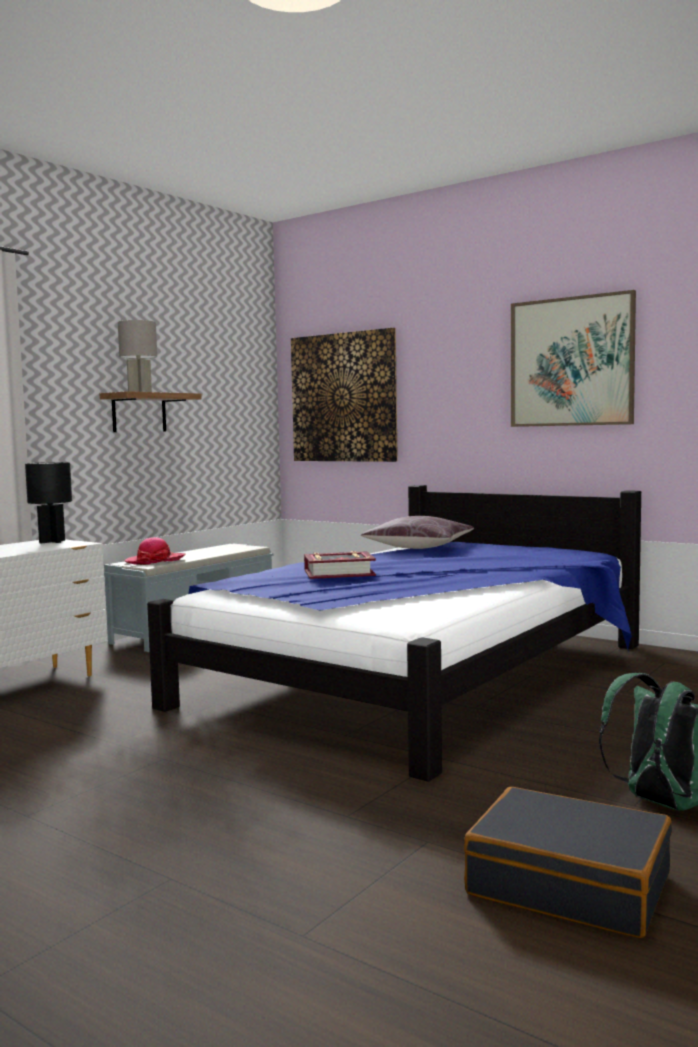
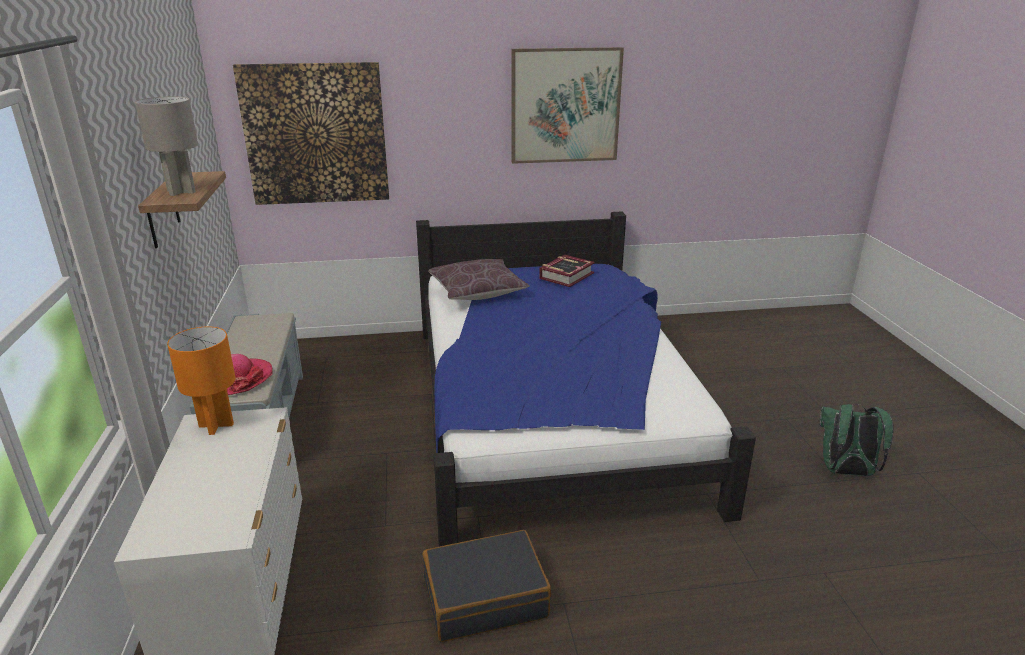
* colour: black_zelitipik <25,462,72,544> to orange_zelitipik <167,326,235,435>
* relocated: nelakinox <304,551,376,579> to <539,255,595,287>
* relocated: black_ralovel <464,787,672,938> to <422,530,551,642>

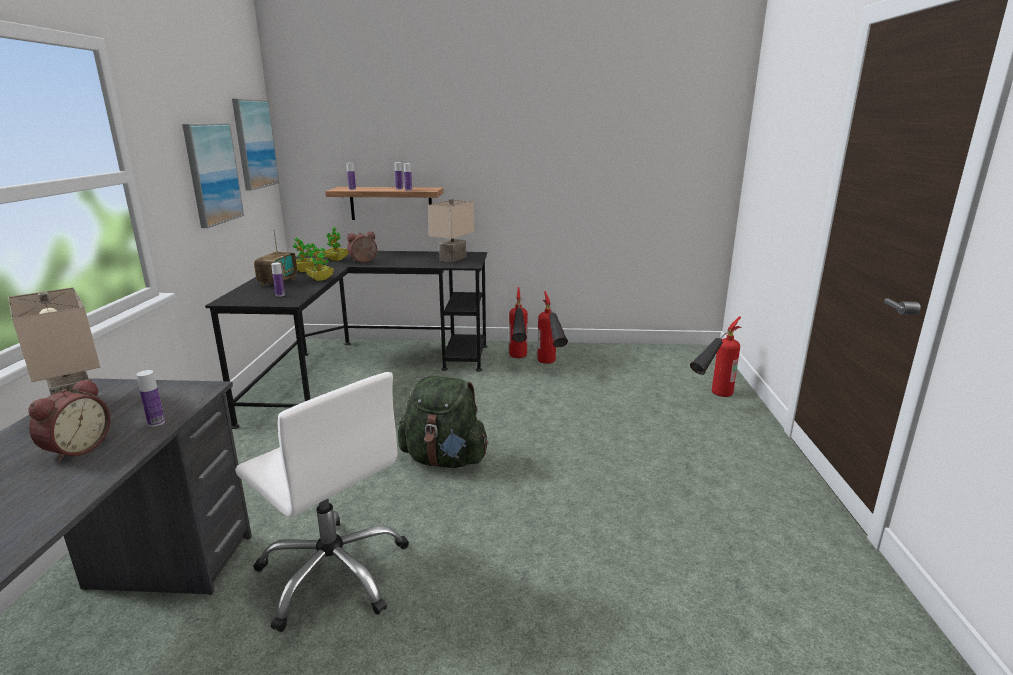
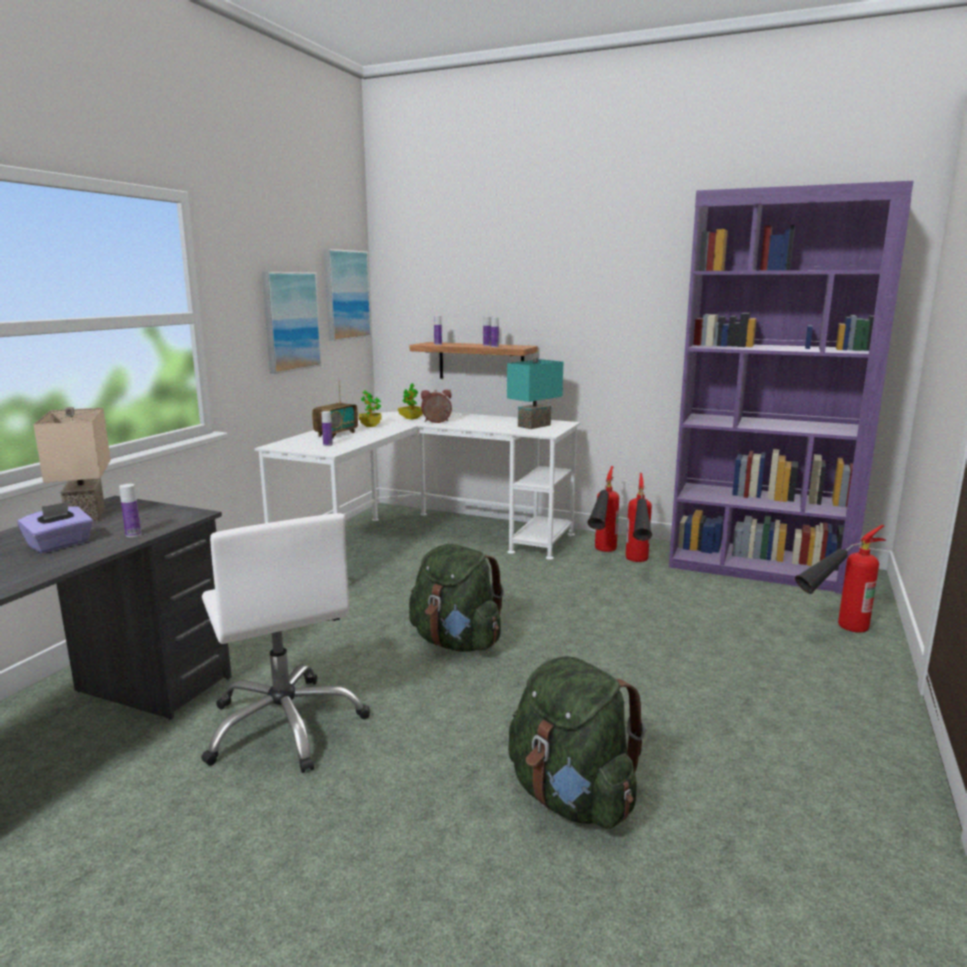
* colour: beige_zelitipik <428,199,474,262> to turquoise_zelitipik <507,357,563,429>
* missing: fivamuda <304,243,334,281>
* colour: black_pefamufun <205,251,488,429> to white_pefamufun <255,411,580,560>
* exchanged: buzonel <29,379,111,463> to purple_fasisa <18,501,93,553>
* appeared: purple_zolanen <669,181,914,594>
* appeared: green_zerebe <508,656,646,829>

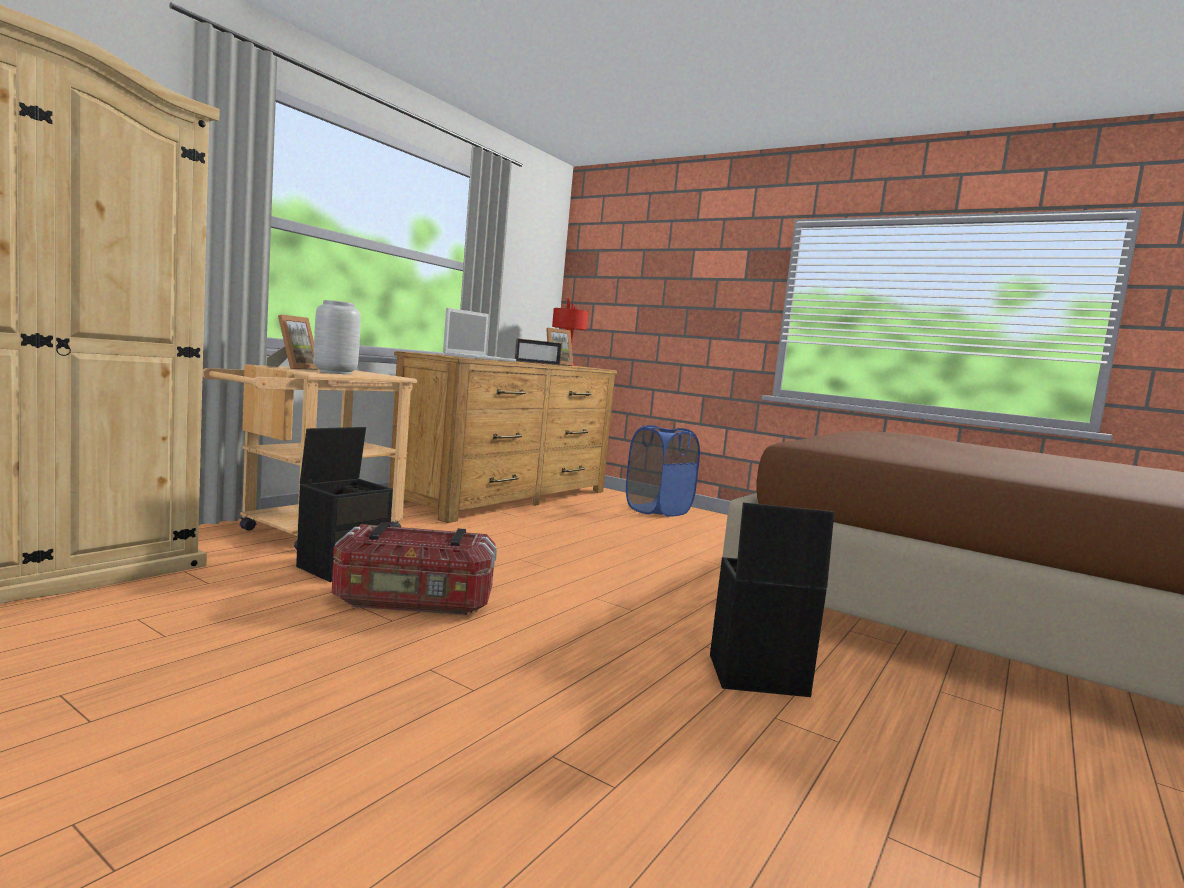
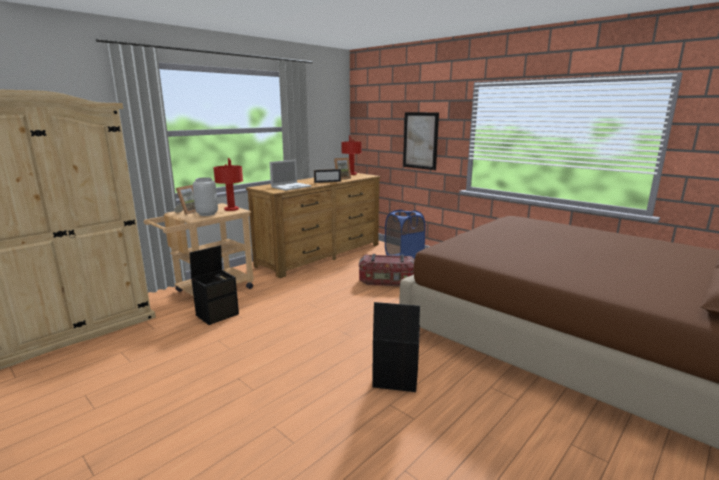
* relocated: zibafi <332,522,497,615> to <359,254,415,286>
* appeared: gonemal <403,112,439,170>
* appeared: red_zelitipik <213,158,243,211>

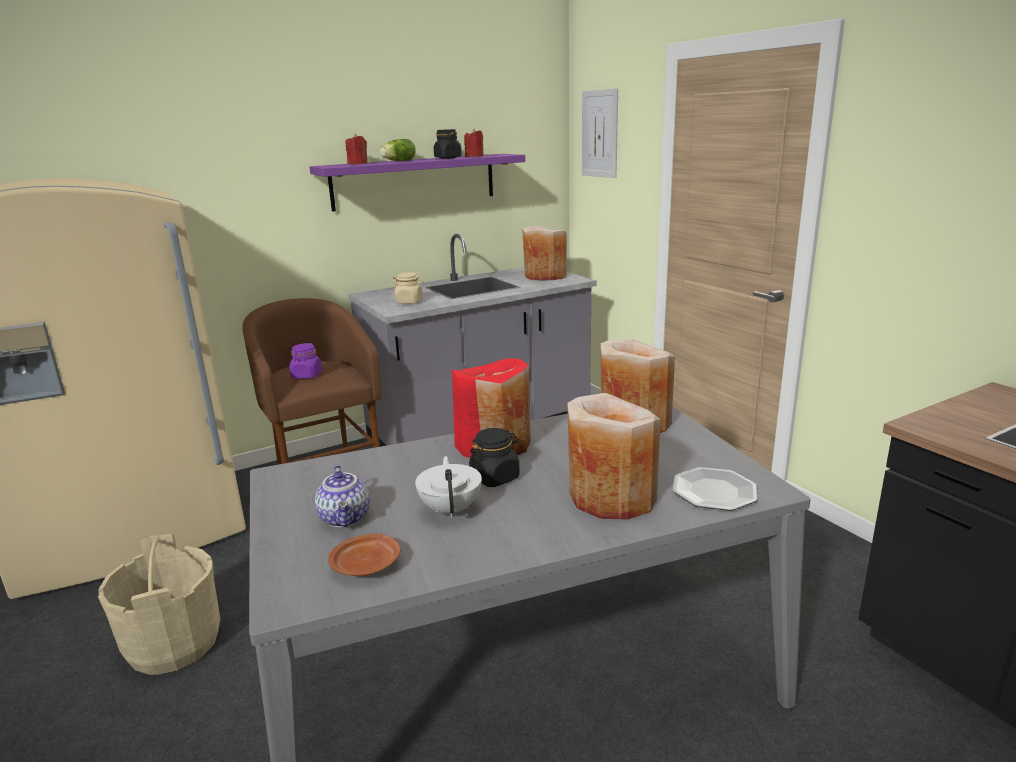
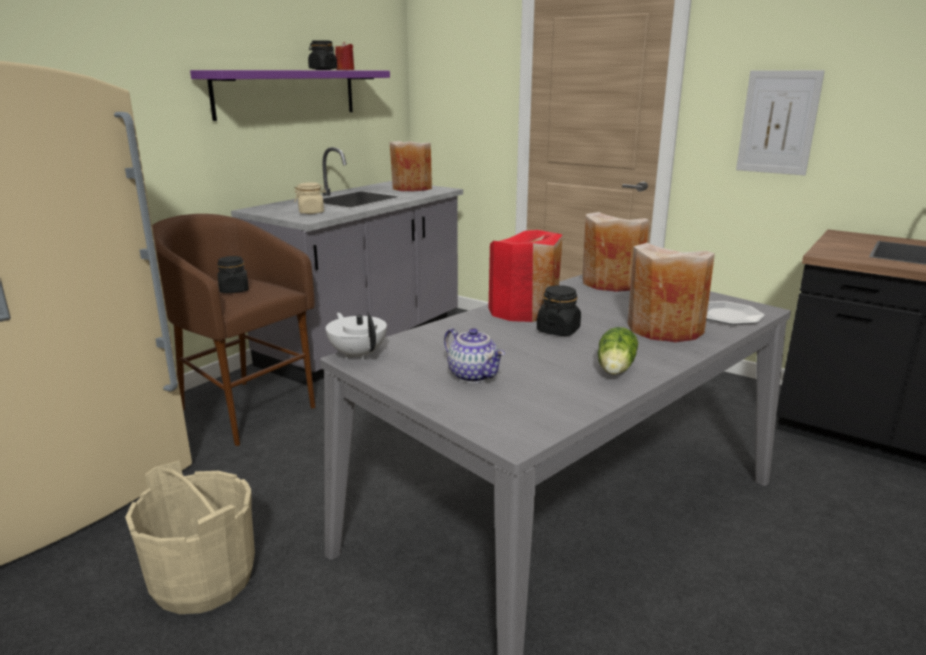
* relocated: gonemal <582,88,618,178> to <736,70,825,176>
* missing: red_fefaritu <345,134,367,164>
* relocated: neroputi <380,139,416,161> to <598,327,638,375>
* colour: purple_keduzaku <290,343,322,379> to black_keduzaku <217,256,249,293>
* relocated: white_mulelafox <415,456,482,518> to <326,313,387,360>
* missing: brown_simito <328,533,400,576>

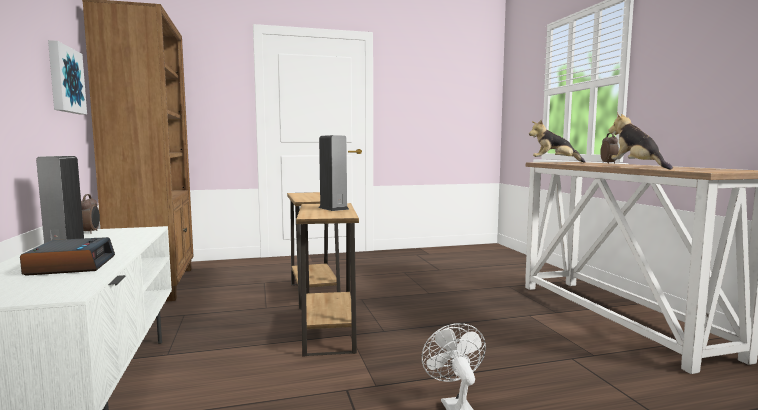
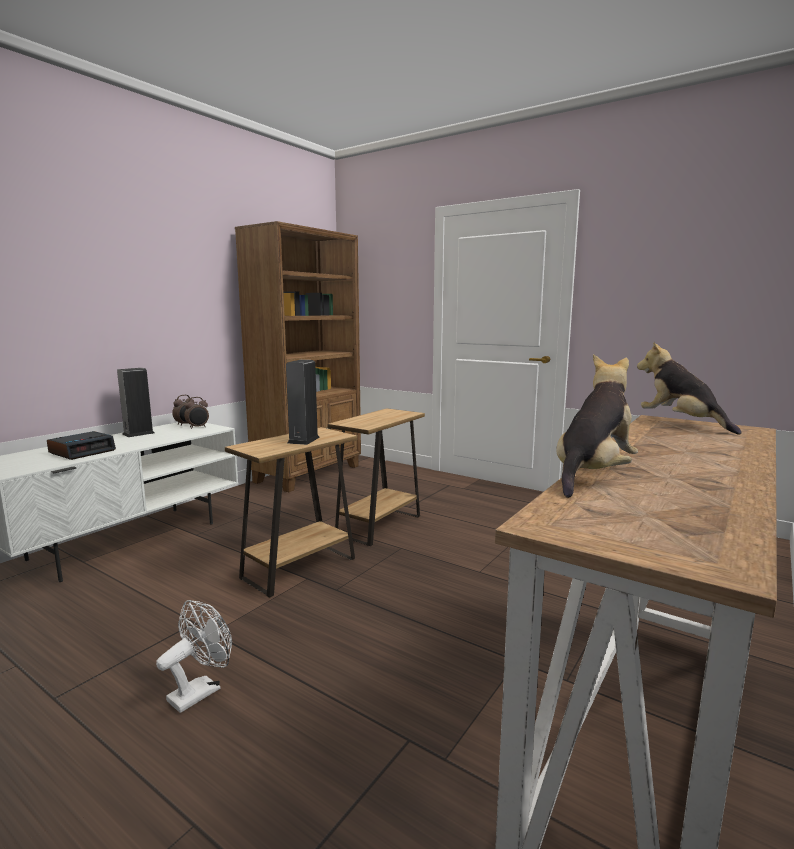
* missing: gonemal <48,40,87,115>
* relocated: buzonel <600,133,619,164> to <184,397,209,429>

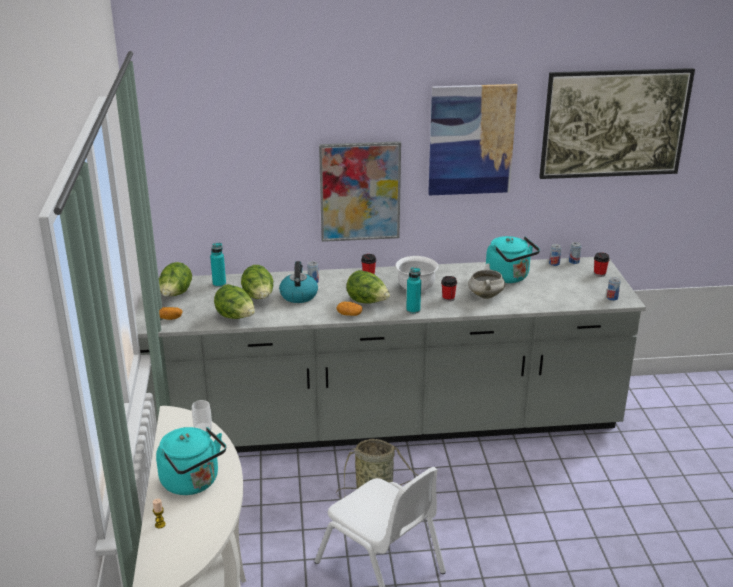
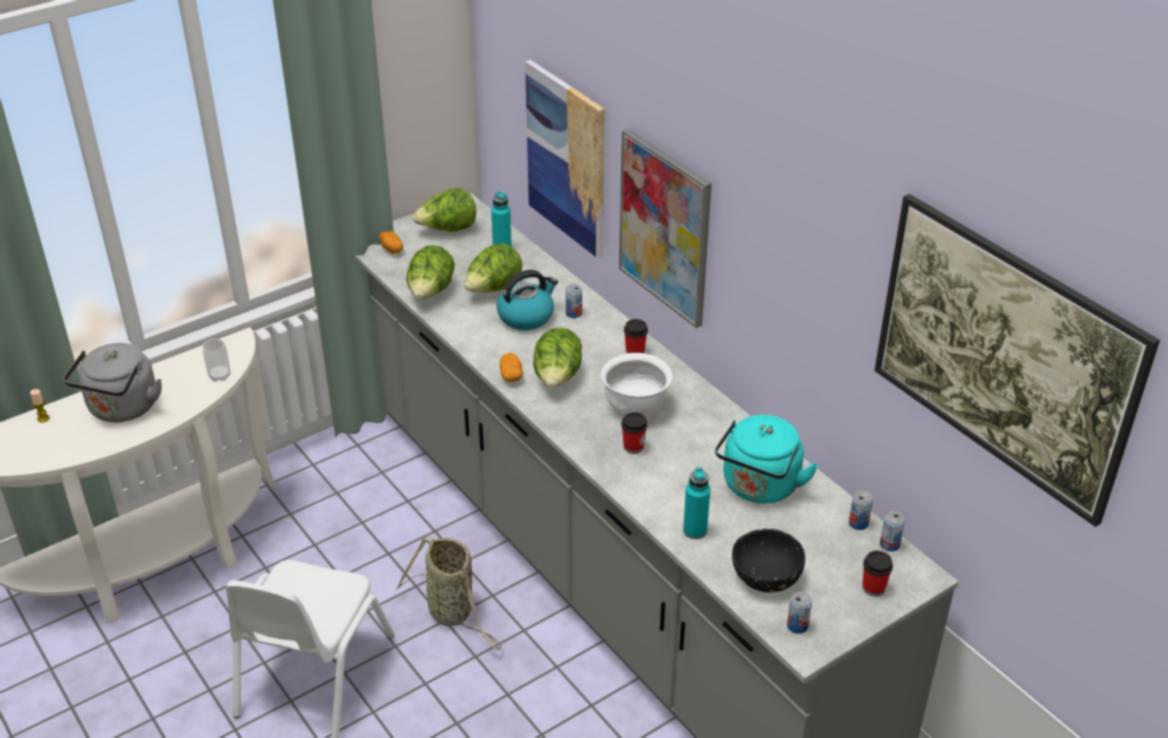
* relocated: gonemal <428,84,518,196> to <525,60,605,258>
* missing: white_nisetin <468,263,505,299>
* relocated: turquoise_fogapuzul <406,267,421,314> to <683,467,710,539>
* colour: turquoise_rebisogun <156,427,226,495> to grey_rebisogun <63,343,162,422>
* appeared: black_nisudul <732,529,805,593>

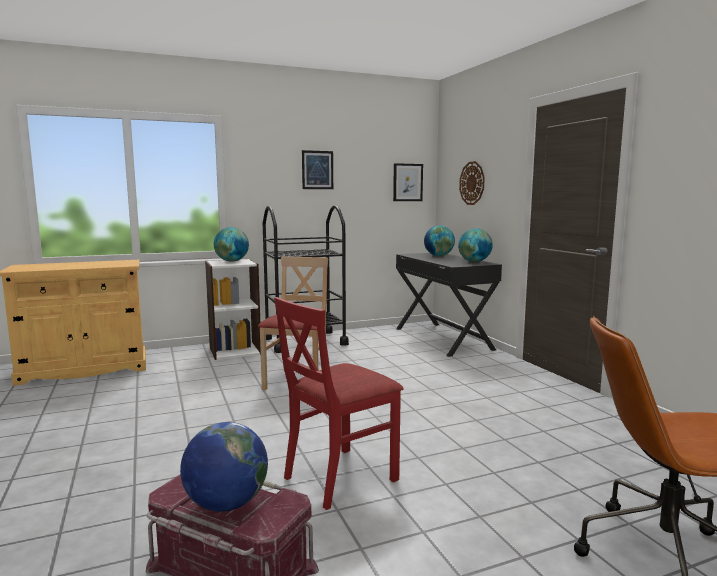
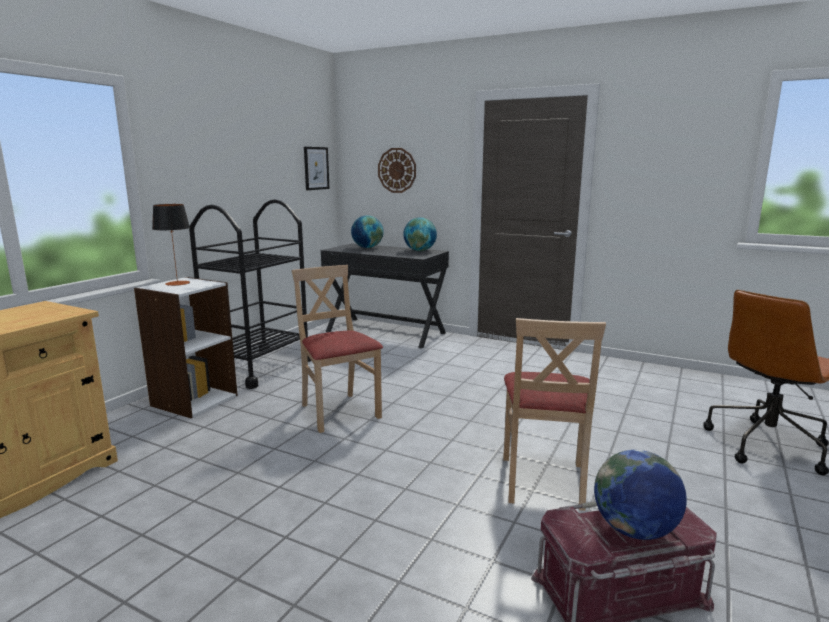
* missing: gonemal <302,150,333,189>
* exchanged: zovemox <214,227,249,262> to zelitipik <152,204,190,286>
* colour: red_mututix <274,297,404,510> to beige_mututix <503,318,606,511>

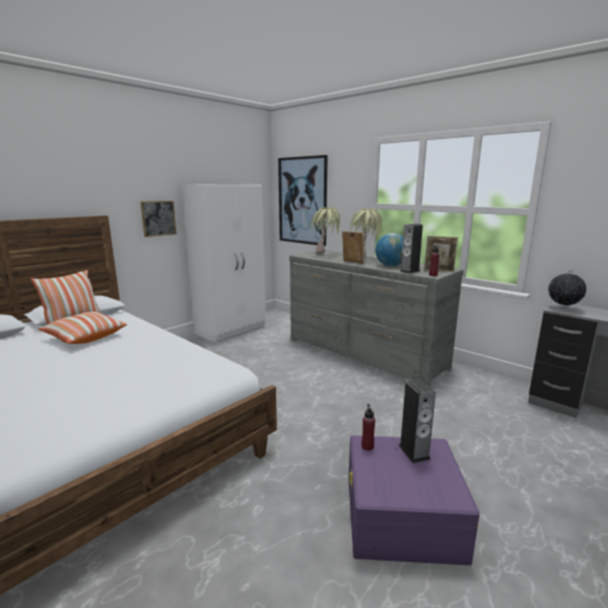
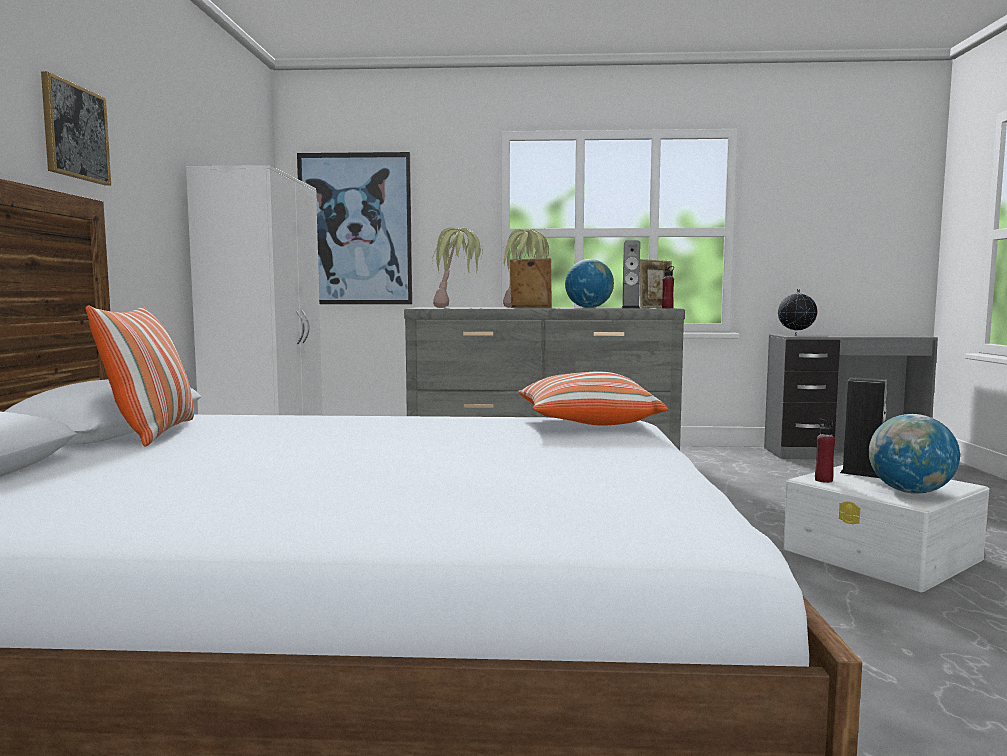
* relocated: gonemal <140,201,177,237> to <41,71,111,186>
* relocated: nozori <38,312,127,344> to <518,371,668,426>
* colour: purple_zibafi <348,436,480,565> to white_zibafi <783,465,989,592>
* appeared: zovemox <869,414,960,494>

